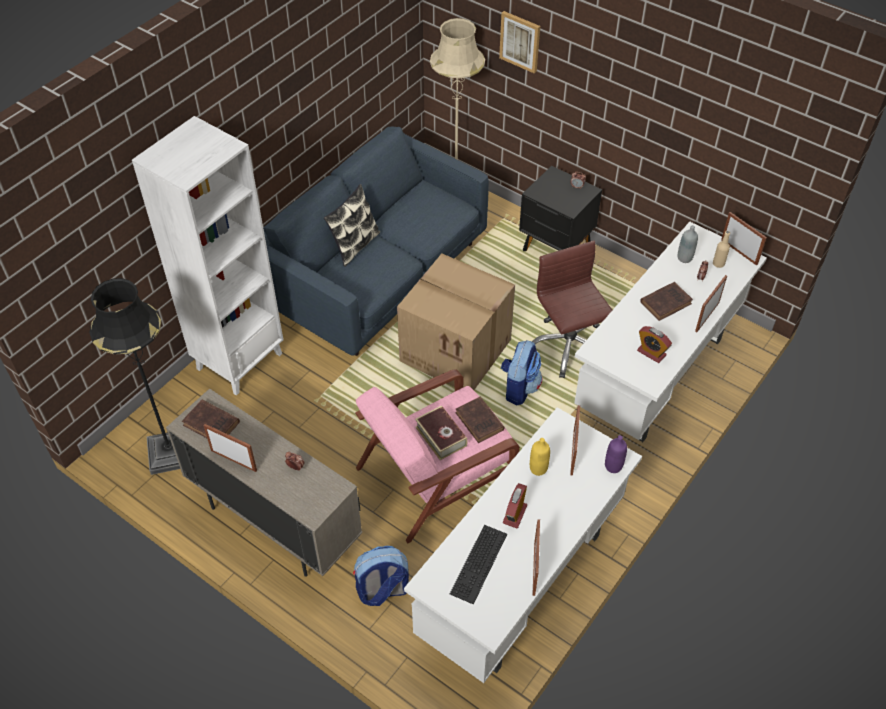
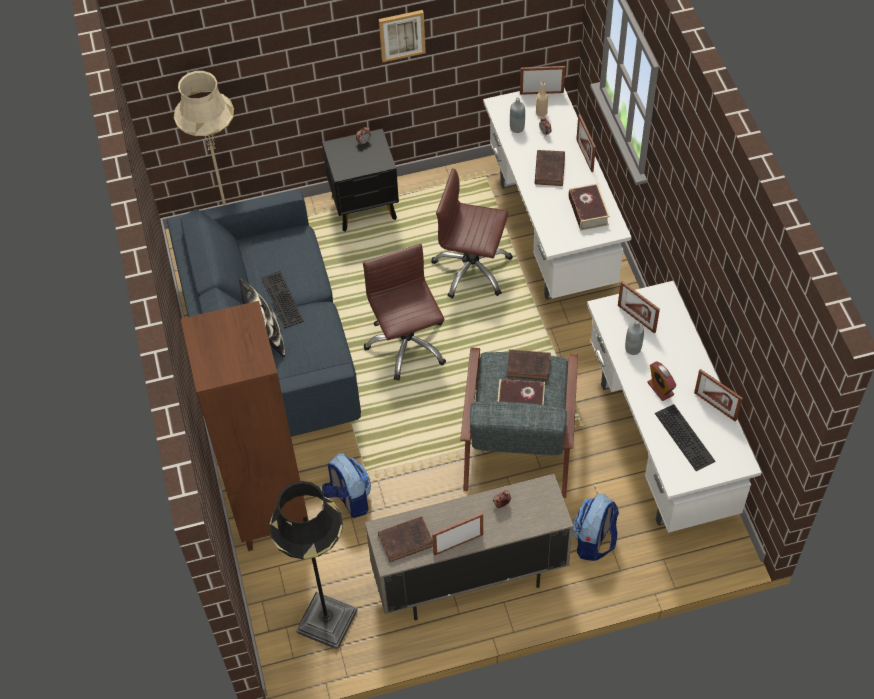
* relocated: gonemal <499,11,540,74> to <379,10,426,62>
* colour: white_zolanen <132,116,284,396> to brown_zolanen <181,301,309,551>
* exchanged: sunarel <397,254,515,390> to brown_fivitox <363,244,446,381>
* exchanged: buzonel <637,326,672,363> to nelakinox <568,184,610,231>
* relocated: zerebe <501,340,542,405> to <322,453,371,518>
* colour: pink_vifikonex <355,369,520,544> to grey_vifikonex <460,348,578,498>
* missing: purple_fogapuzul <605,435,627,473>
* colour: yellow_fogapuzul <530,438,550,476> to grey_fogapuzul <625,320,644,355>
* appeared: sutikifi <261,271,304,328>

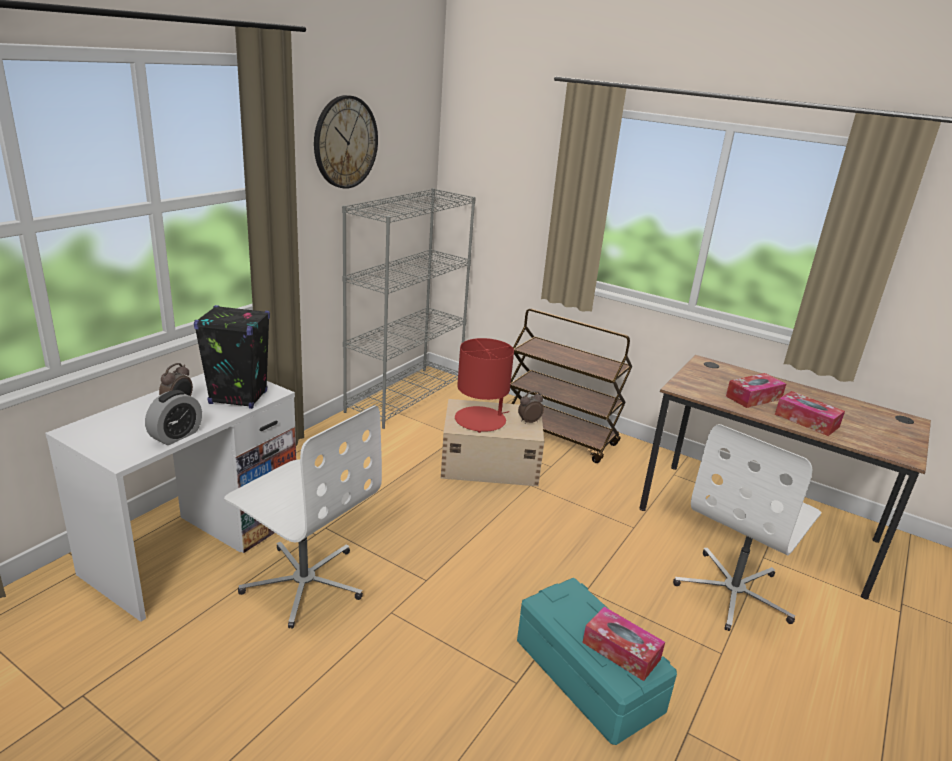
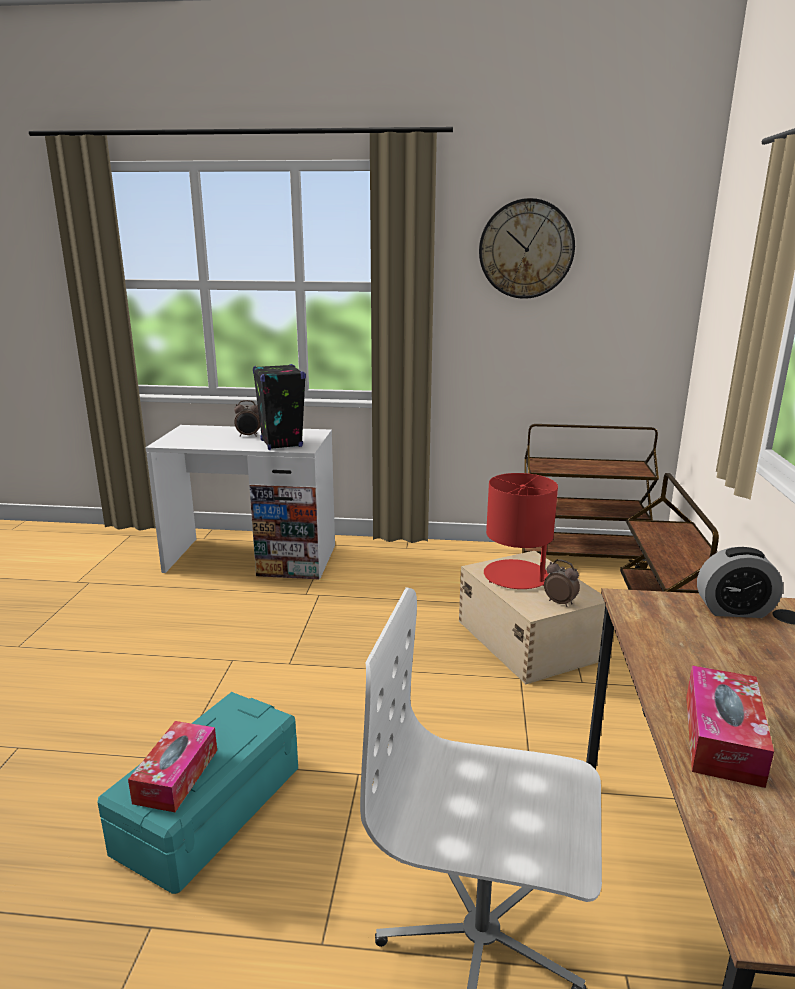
* exchanged: grey_zolanen <342,188,476,429> to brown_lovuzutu <522,424,659,568>
* missing: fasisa <726,373,786,408>
* relocated: buzonel <145,390,202,445> to <697,547,783,618>
* missing: white_fivitox <224,405,382,628>

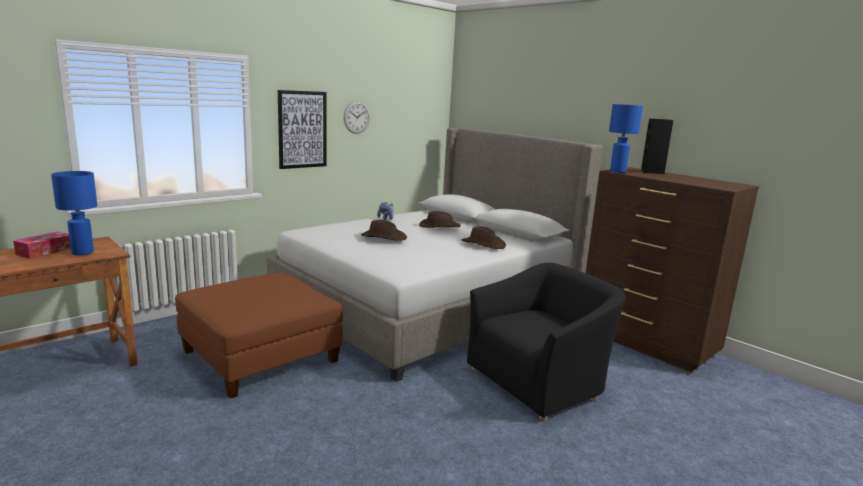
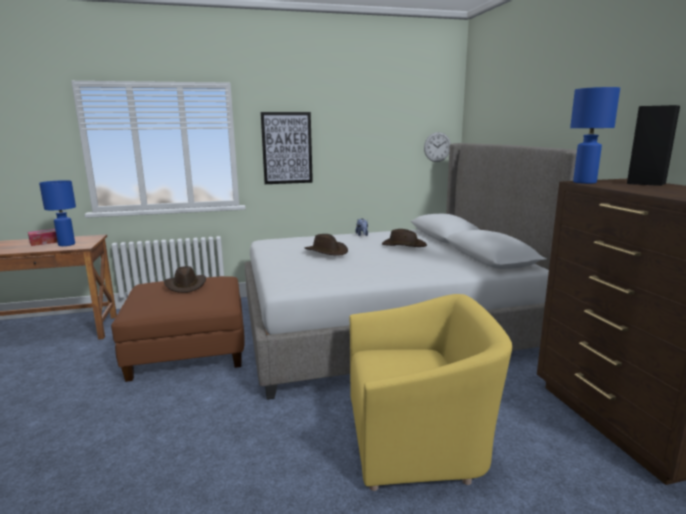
* relocated: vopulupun <344,101,370,134> to <424,132,451,162>
* relocated: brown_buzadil <462,227,506,249> to <164,266,206,293>
* colour: black_vifikonex <467,262,625,421> to yellow_vifikonex <350,294,512,491>

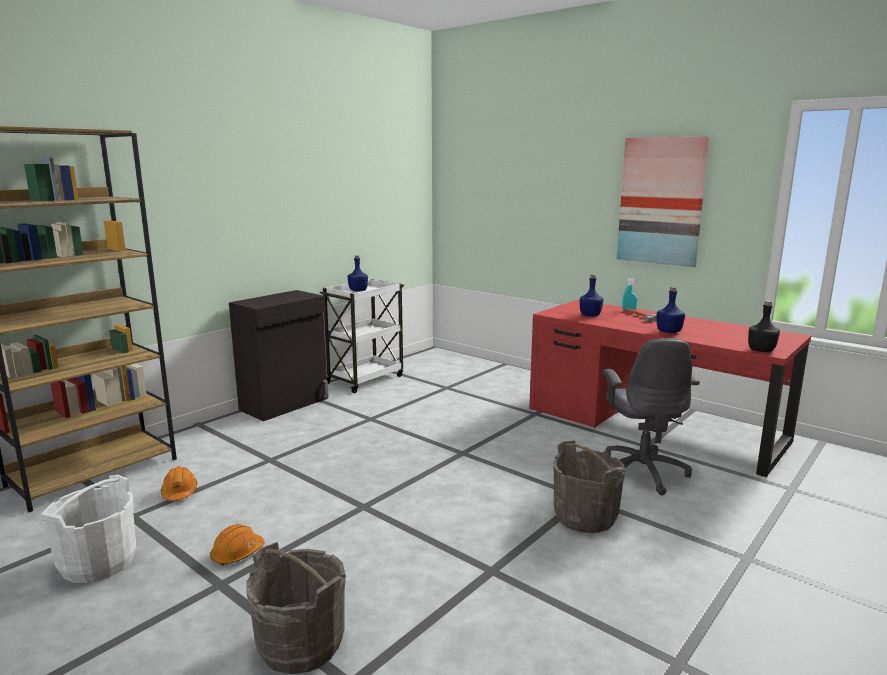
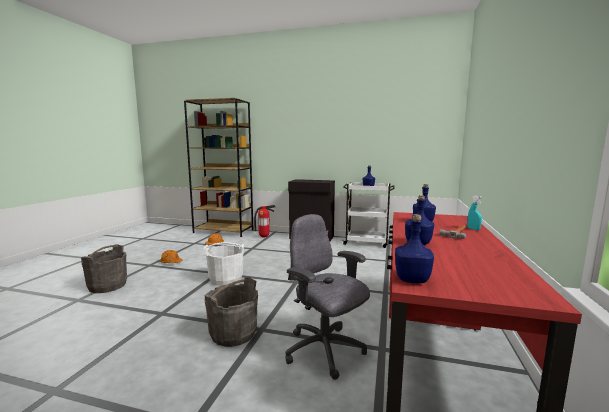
* missing: gonemal <617,136,710,267>
* colour: black_fogapuzul <748,301,780,352> to blue_fogapuzul <395,214,434,283>
* spun: grey_fivitox <603,338,700,495> = <285,214,370,380> 75 degrees clockwise
* relocated: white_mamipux <40,475,137,583> to <204,242,244,286>
* appeared: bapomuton <254,205,276,238>

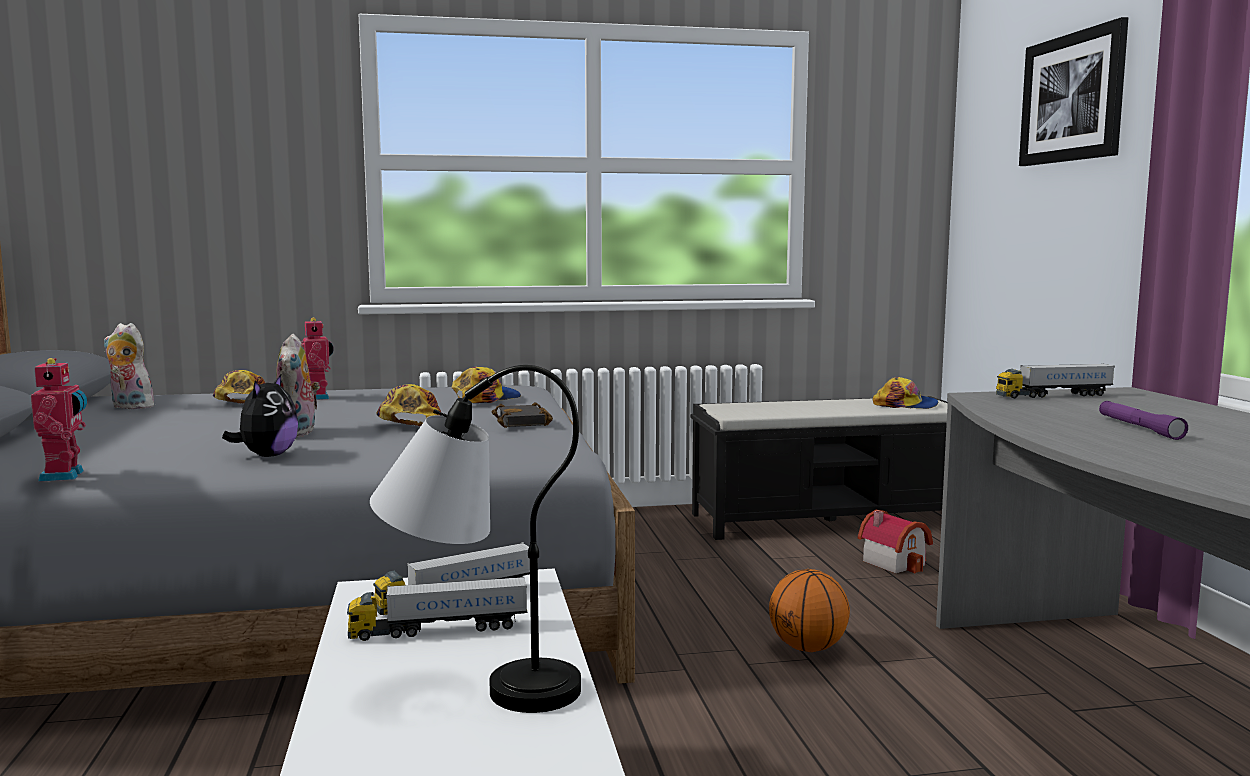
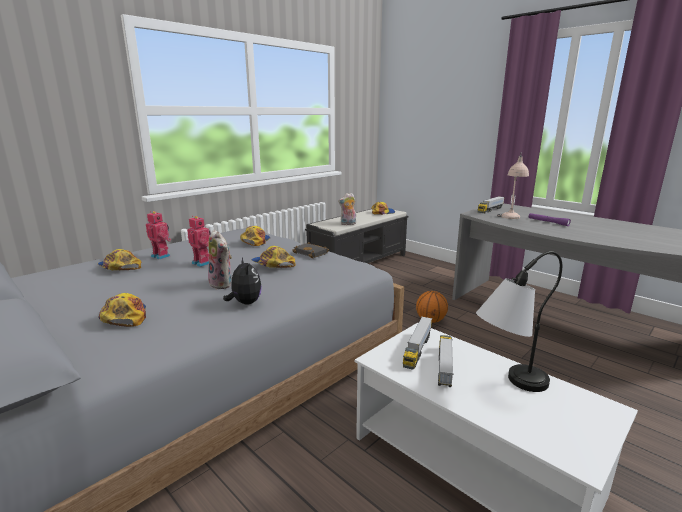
* missing: gonemal <1019,17,1128,166>
* relocated: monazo <104,323,156,409> to <338,193,356,225>
* relocated: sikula <31,358,87,482> to <187,216,211,267>
* missing: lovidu <858,510,933,573>
* spun: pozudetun <347,576,527,641> = <438,335,453,387> 150 degrees clockwise
* appeared: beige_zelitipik <497,154,529,219>
* appeared: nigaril <98,293,146,327>

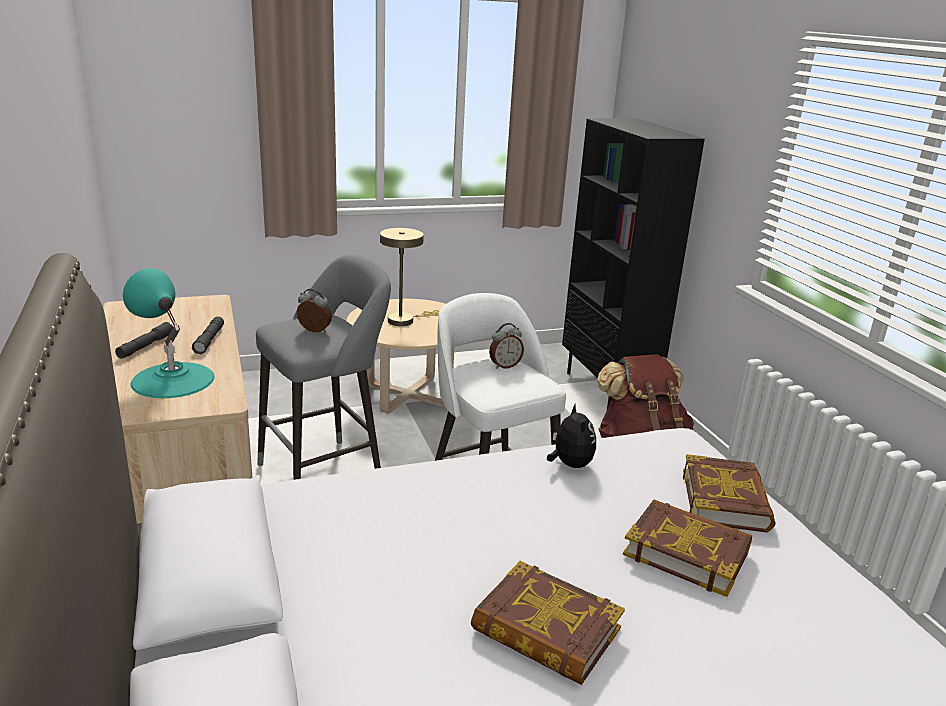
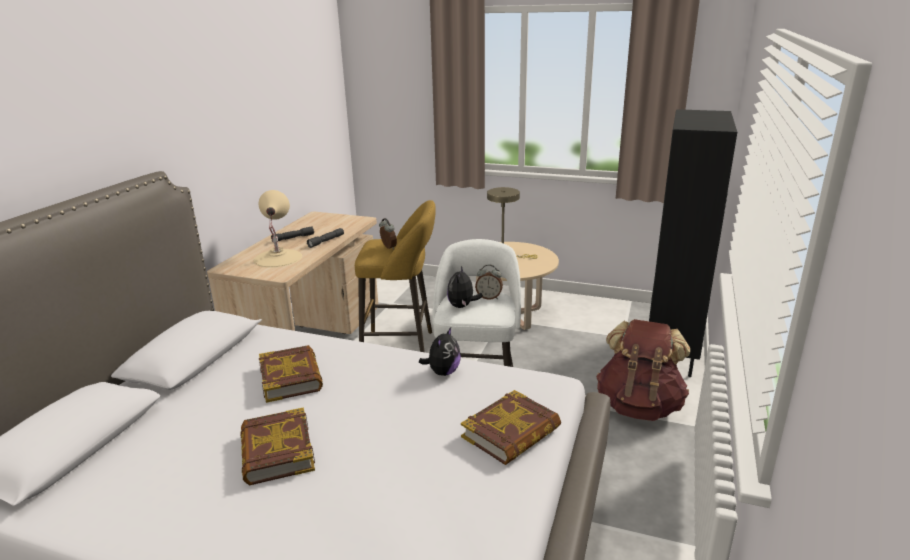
* colour: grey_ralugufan <256,255,391,480> to yellow_ralugufan <355,200,436,352>
* colour: turquoise_zelitipik <123,268,215,398> to beige_zelitipik <254,190,302,268>
* relocated: nelakinox <623,500,752,597> to <259,345,323,403>
* appeared: monazo <447,266,483,308>

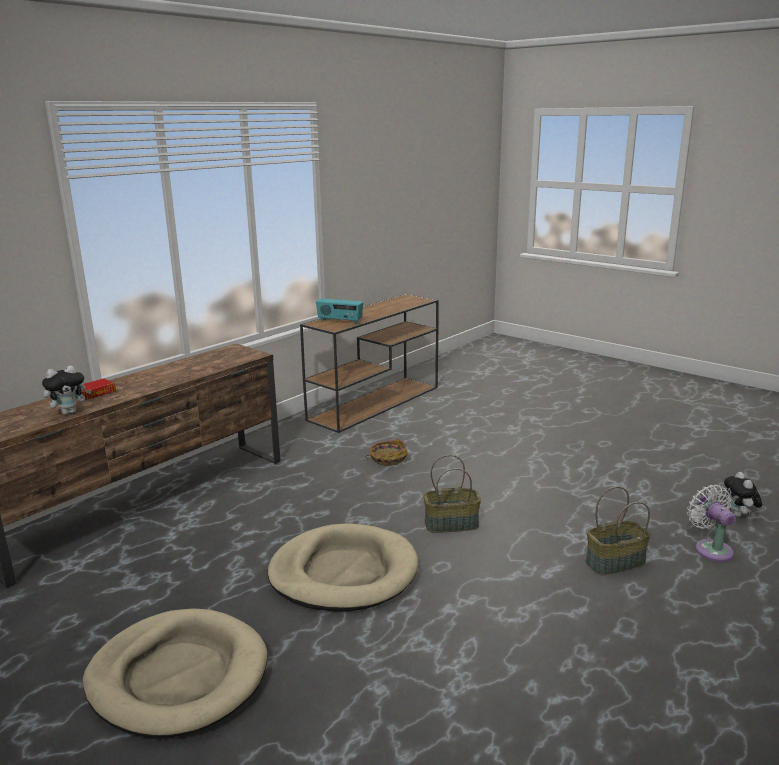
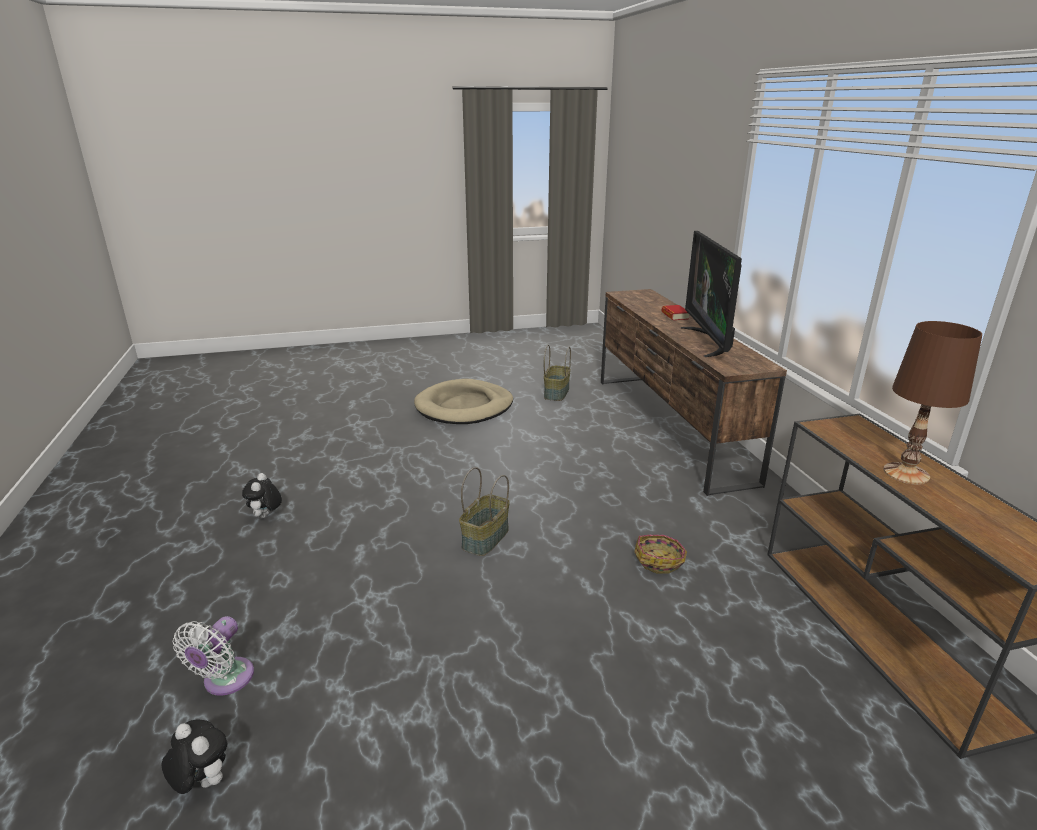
* missing: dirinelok <316,298,363,323>
* relocated: monazo <42,365,92,415> to <242,473,282,519>
* spun: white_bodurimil <687,485,736,562> = <173,616,254,696> 90 degrees clockwise
* relocated: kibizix <585,486,651,575> to <544,345,571,401>
* missing: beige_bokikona <268,523,419,612>
* appeared: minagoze <681,231,742,357>
* appeared: brown_zelitipik <883,321,982,485>

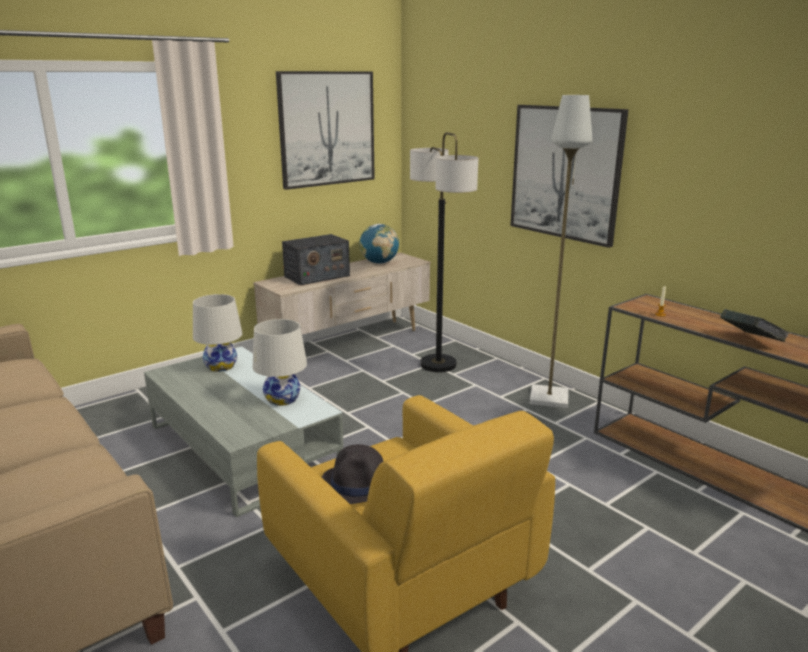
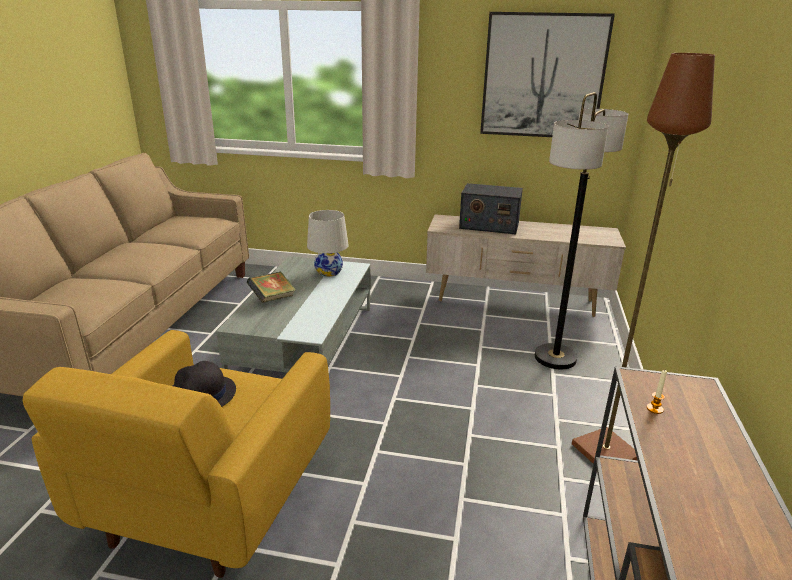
* colour: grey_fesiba <530,95,592,408> to brown_fesiba <572,53,715,464>
* missing: gonemal <510,105,629,248>
* missing: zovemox <360,224,399,264>
* relocated: nelakinox <720,309,790,342> to <247,272,296,303>
* missing: white_zelitipik <253,319,307,406>

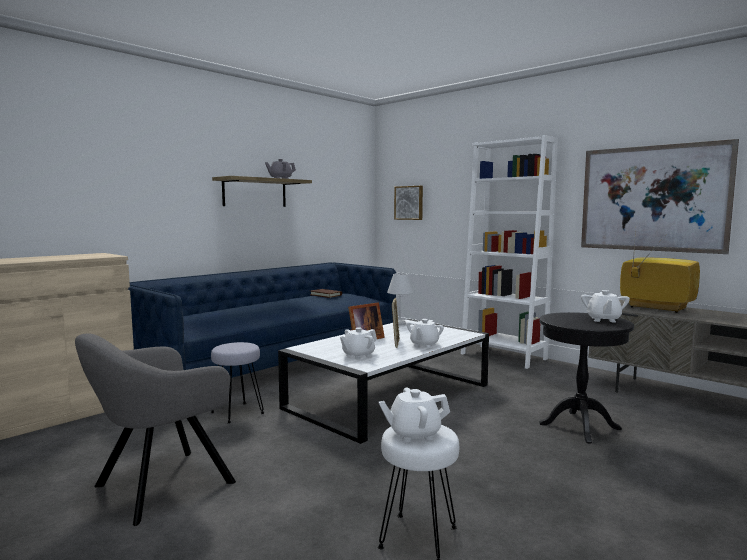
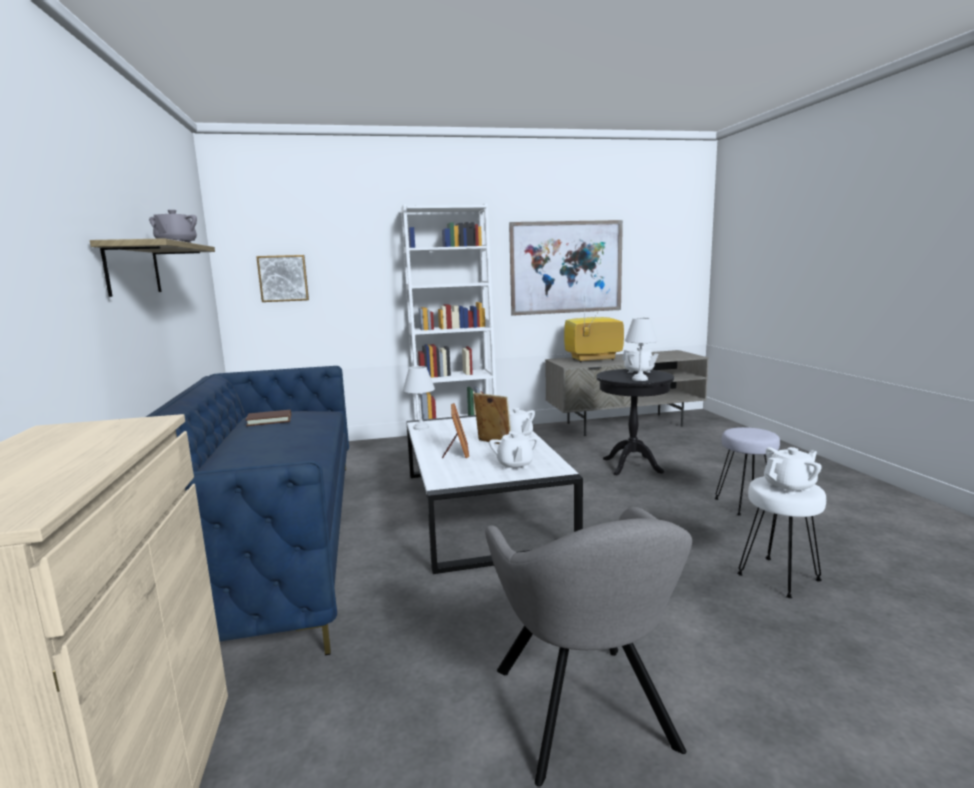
* relocated: grey_ralugufan <211,342,264,423> to <714,427,780,516>
* spun: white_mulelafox <378,387,450,442> = <764,447,822,495> 135 degrees counterclockwise
* appeared: white_zelitipik <625,318,657,381>

